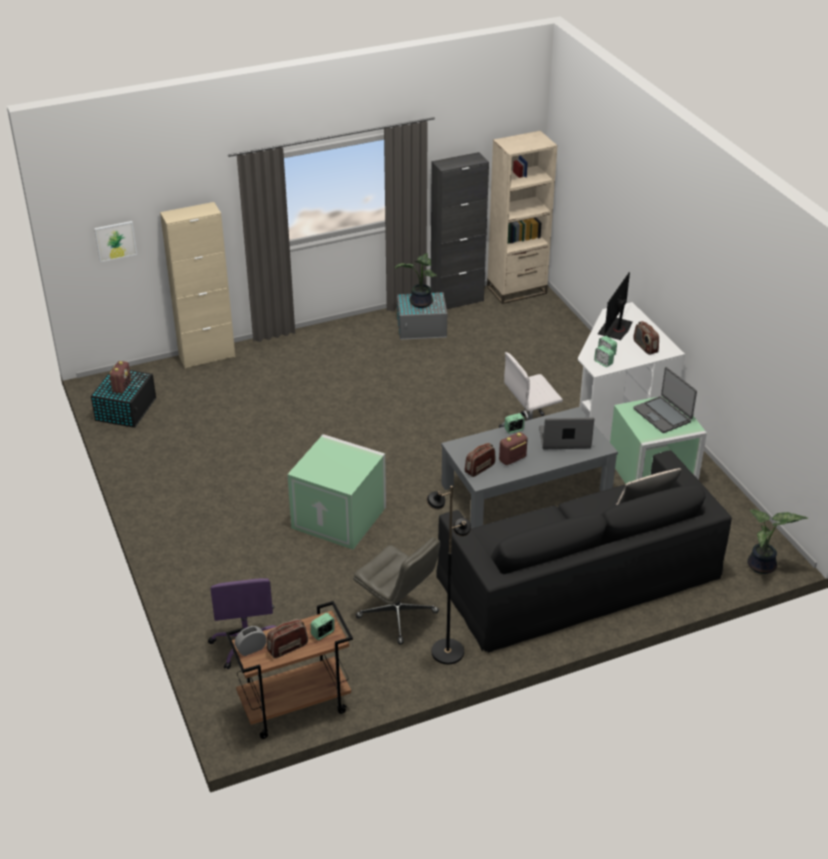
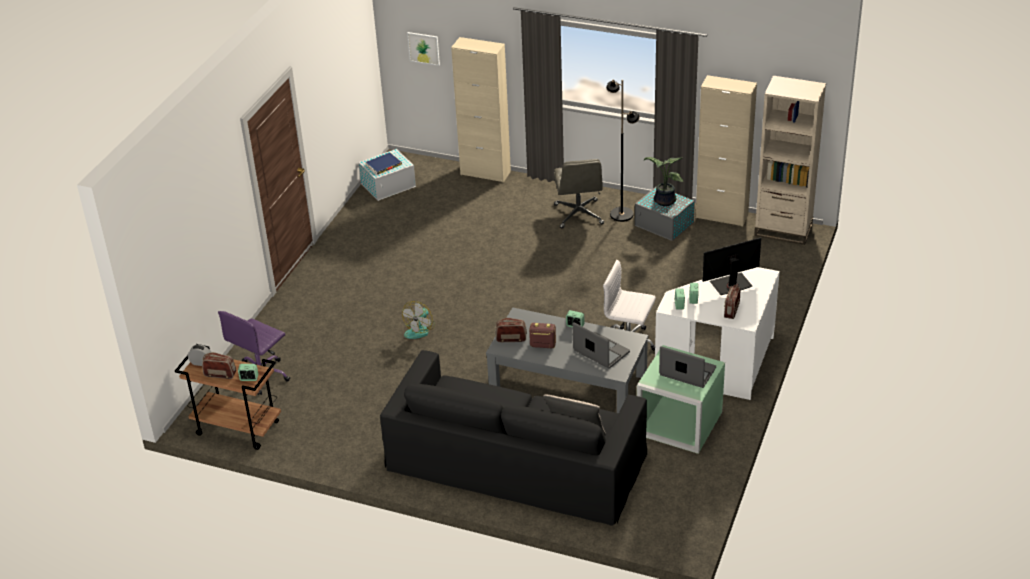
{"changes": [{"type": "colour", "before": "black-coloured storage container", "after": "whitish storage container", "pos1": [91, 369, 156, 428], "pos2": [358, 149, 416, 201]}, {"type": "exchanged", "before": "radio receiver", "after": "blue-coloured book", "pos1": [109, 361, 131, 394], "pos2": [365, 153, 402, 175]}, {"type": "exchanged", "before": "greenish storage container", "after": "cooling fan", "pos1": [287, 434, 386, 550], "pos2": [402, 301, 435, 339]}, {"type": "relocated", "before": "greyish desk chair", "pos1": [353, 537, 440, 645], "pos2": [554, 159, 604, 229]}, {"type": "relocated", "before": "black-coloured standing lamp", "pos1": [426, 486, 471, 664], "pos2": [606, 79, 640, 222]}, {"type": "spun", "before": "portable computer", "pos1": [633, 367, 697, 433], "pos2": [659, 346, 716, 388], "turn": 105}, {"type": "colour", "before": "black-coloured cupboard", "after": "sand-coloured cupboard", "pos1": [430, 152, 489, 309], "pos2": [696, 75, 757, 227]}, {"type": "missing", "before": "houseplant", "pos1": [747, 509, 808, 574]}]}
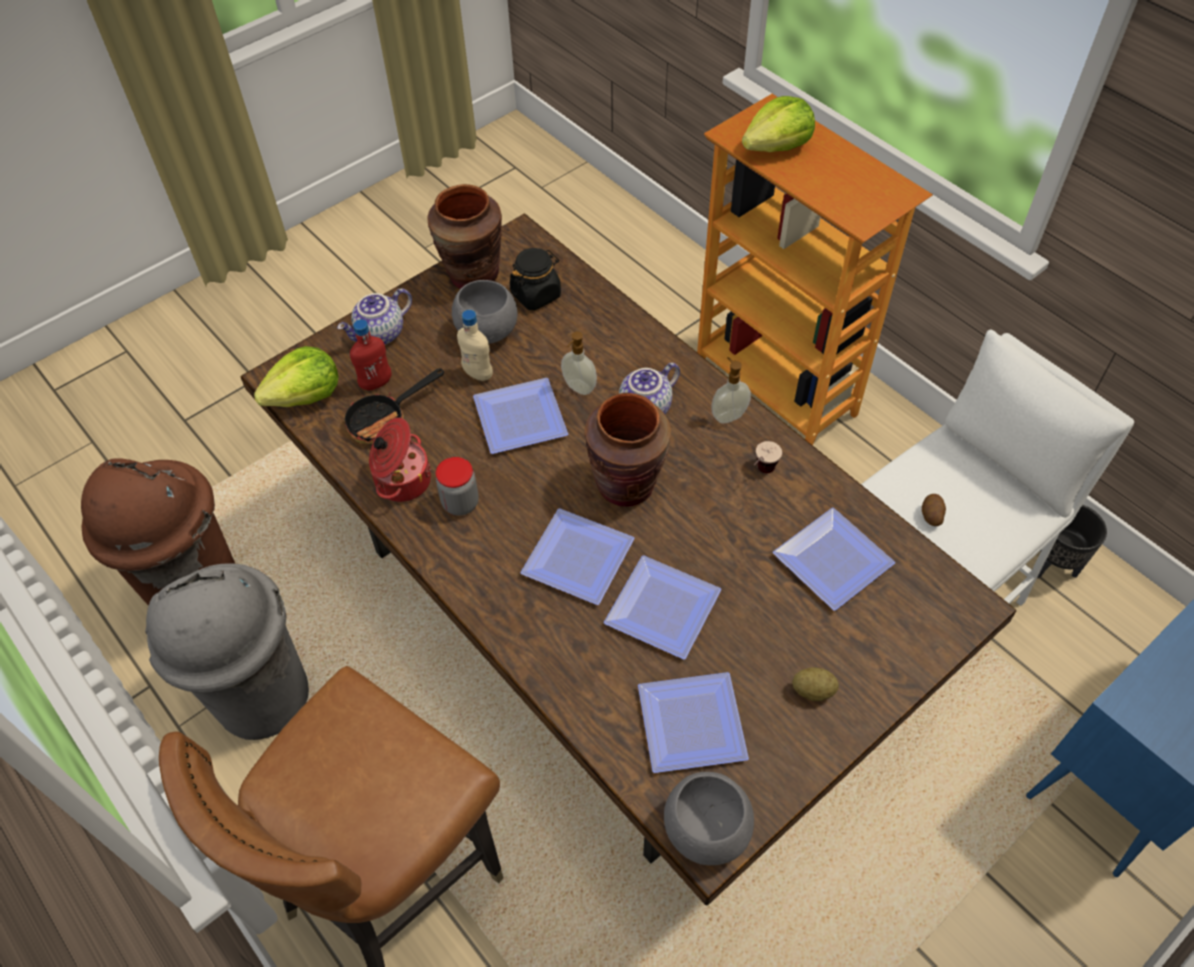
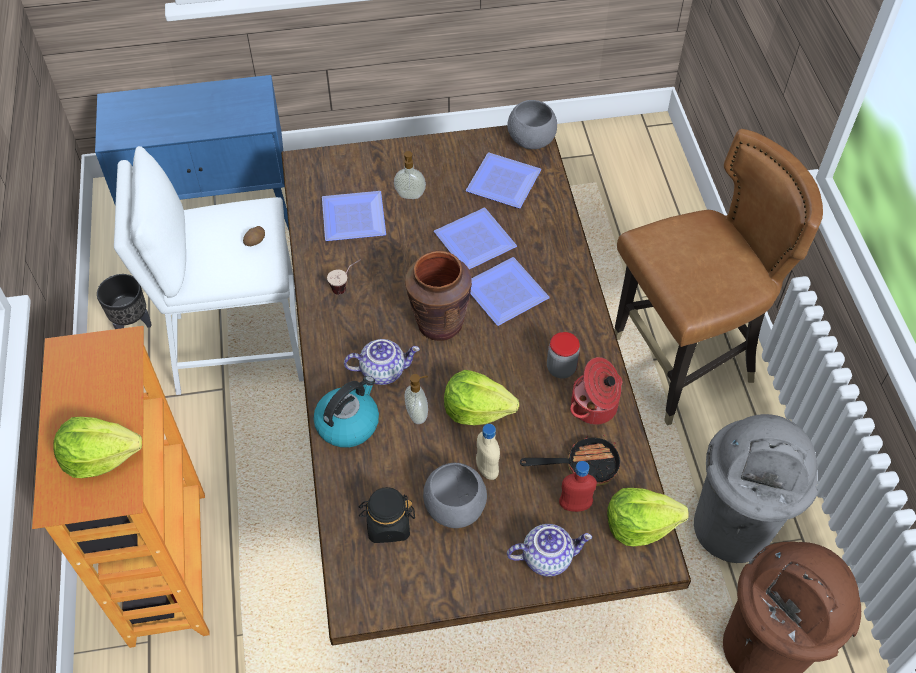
{"changes": [{"type": "appeared", "after": "tea kettle", "pos2": [314, 376, 379, 448]}, {"type": "relocated", "before": "soap bottle", "pos1": [711, 357, 751, 423], "pos2": [394, 151, 426, 199]}, {"type": "exchanged", "before": "plate", "after": "lettuce head", "pos1": [473, 378, 568, 454], "pos2": [444, 370, 519, 425]}, {"type": "missing", "before": "brown vase", "pos1": [427, 184, 502, 289]}, {"type": "missing", "before": "potato", "pos1": [792, 668, 839, 701]}]}
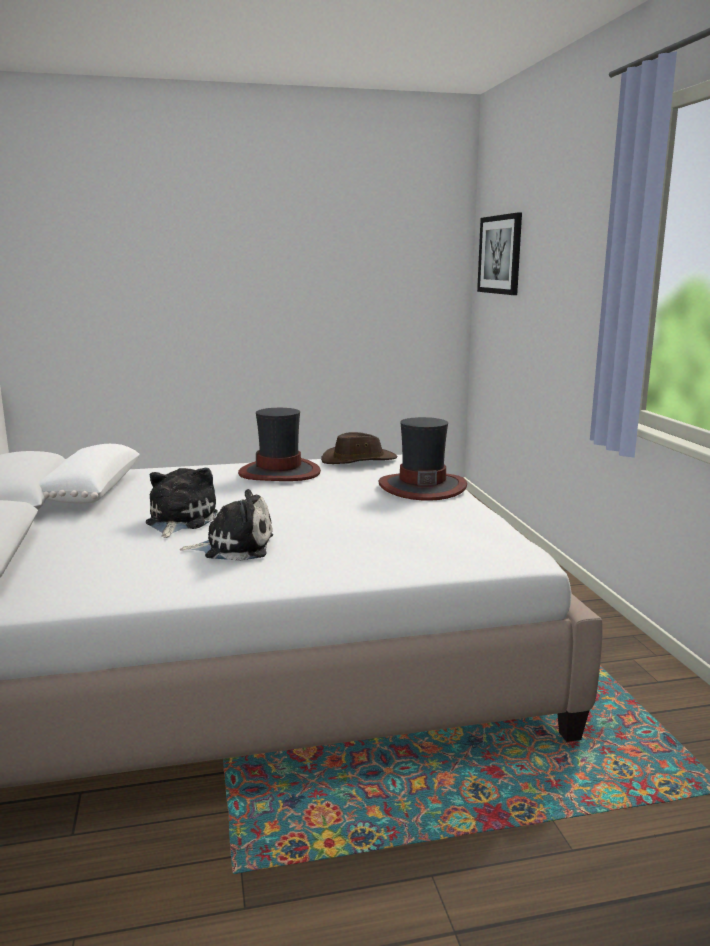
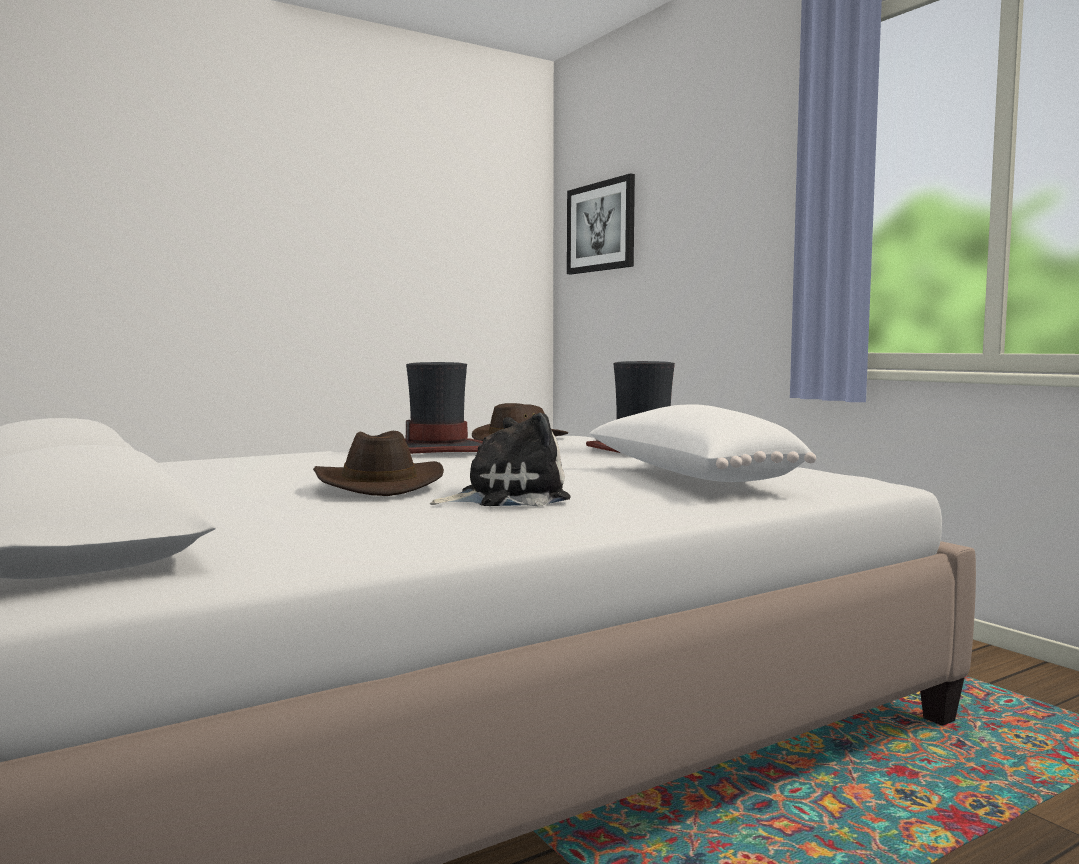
{"changes": [{"type": "exchanged", "before": "cuddly toy", "after": "brown wearable hat", "pos1": [146, 468, 218, 538], "pos2": [313, 431, 444, 496]}, {"type": "relocated", "before": "whitish pillow", "pos1": [38, 444, 140, 504], "pos2": [589, 404, 816, 482]}]}
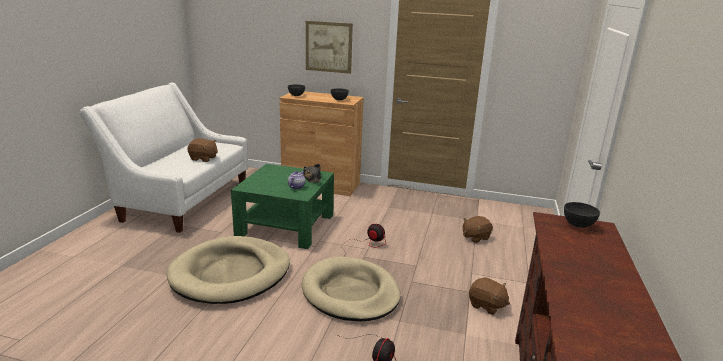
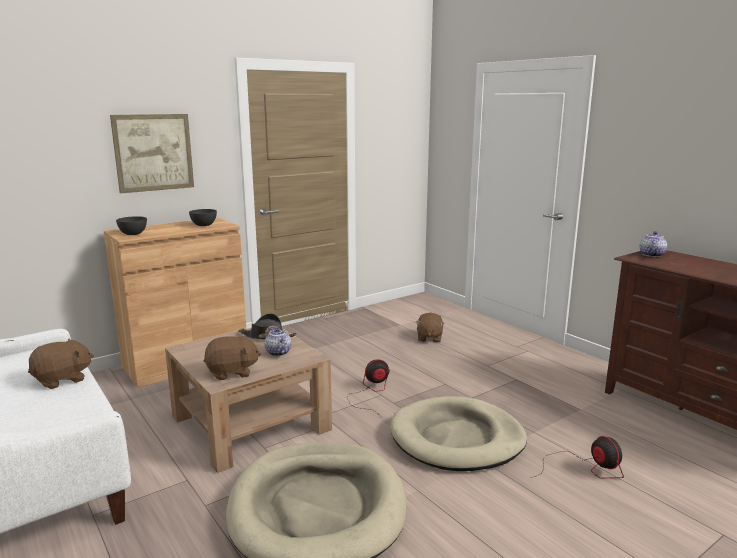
{"changes": [{"type": "colour", "before": "greenish low table", "after": "brown low table", "pos1": [231, 164, 334, 249], "pos2": [165, 327, 332, 473]}, {"type": "relocated", "before": "brown cuddly toy", "pos1": [469, 277, 510, 315], "pos2": [204, 334, 261, 380]}, {"type": "exchanged", "before": "greyish bowl", "after": "tea pot", "pos1": [564, 202, 600, 228], "pos2": [639, 231, 667, 257]}]}
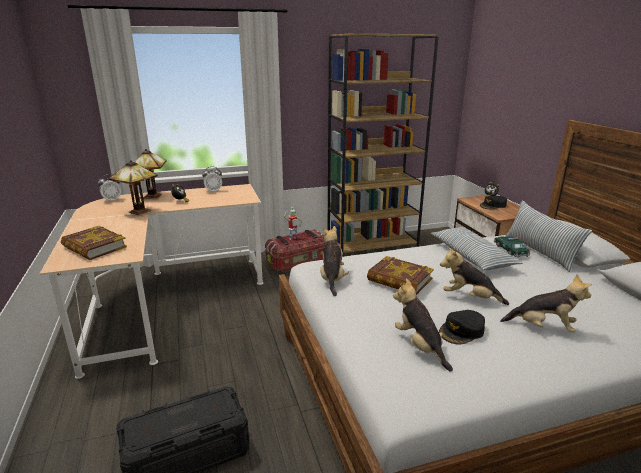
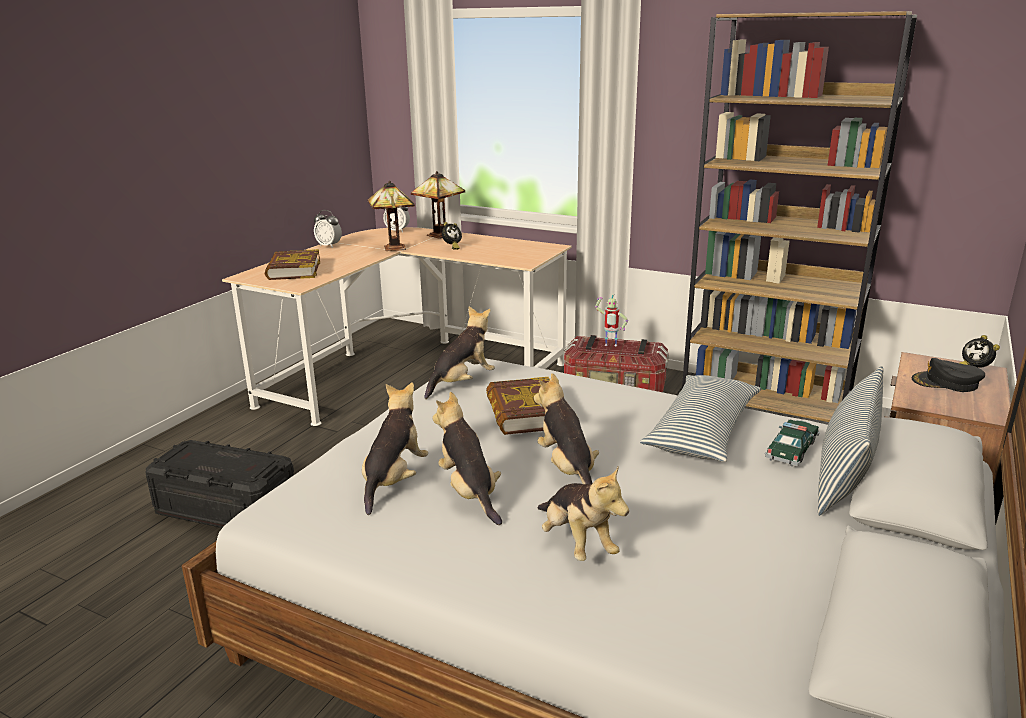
{"changes": [{"type": "relocated", "before": "bedside clock", "pos1": [202, 167, 222, 193], "pos2": [314, 210, 342, 248]}, {"type": "exchanged", "before": "black-coloured peaked cap", "after": "cuddly toy", "pos1": [439, 310, 485, 344], "pos2": [433, 392, 502, 525]}]}
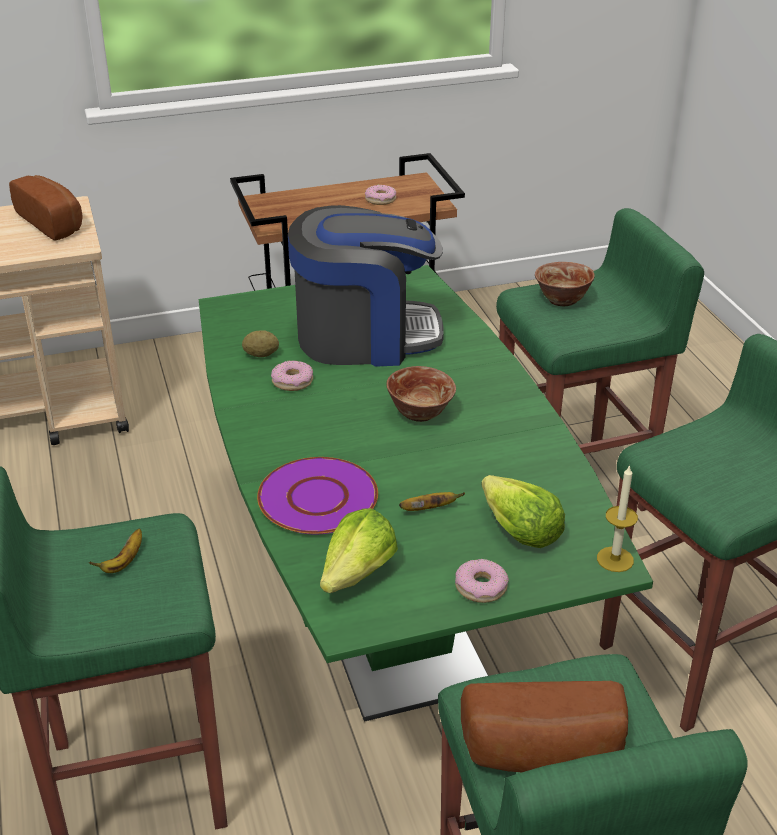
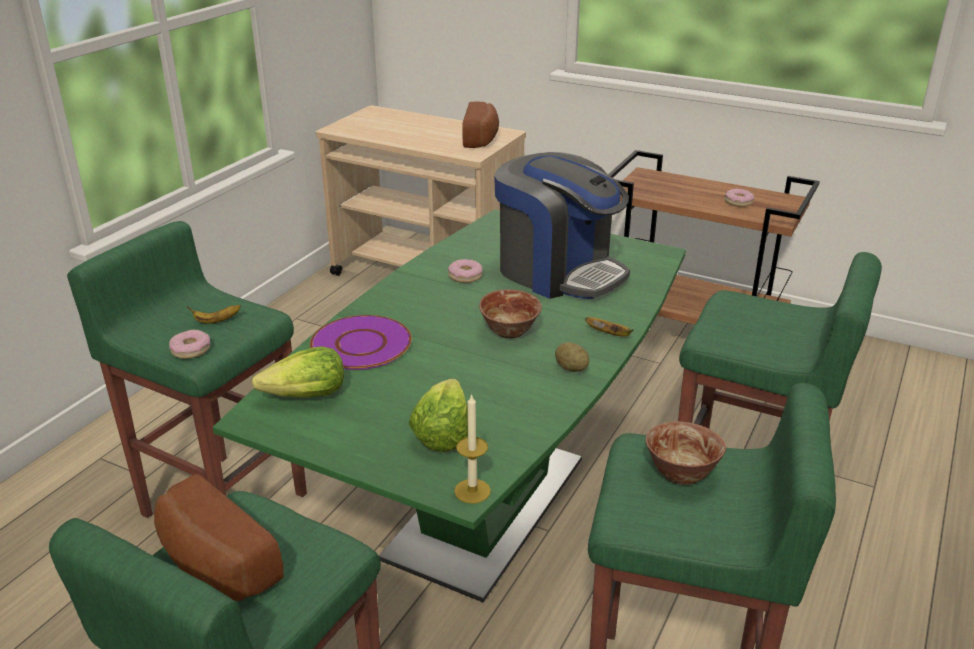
{"changes": [{"type": "relocated", "before": "doughnut", "pos1": [455, 559, 509, 603], "pos2": [169, 329, 210, 359]}, {"type": "relocated", "before": "potato", "pos1": [242, 330, 279, 357], "pos2": [555, 342, 589, 372]}, {"type": "relocated", "before": "banana", "pos1": [399, 492, 465, 511], "pos2": [585, 317, 633, 337]}, {"type": "relocated", "before": "bowl", "pos1": [535, 262, 595, 306], "pos2": [646, 421, 726, 485]}]}
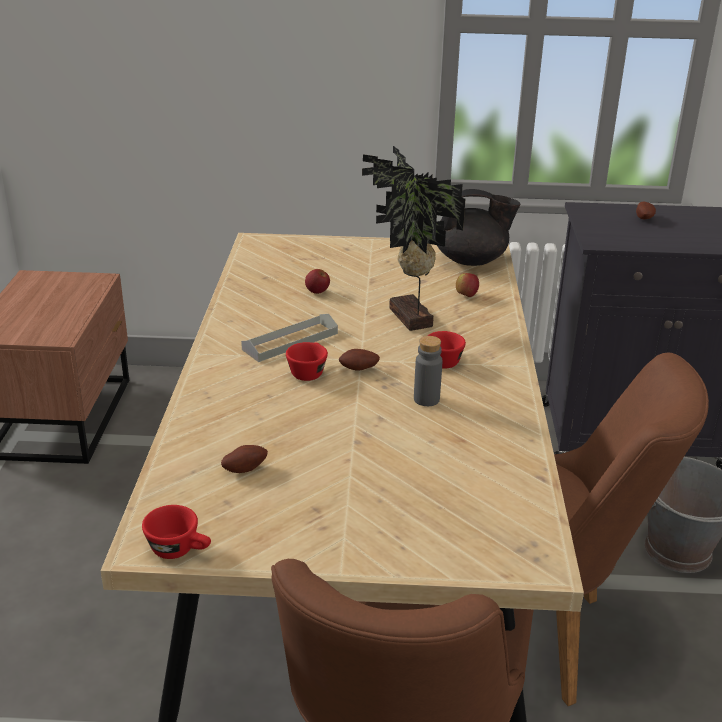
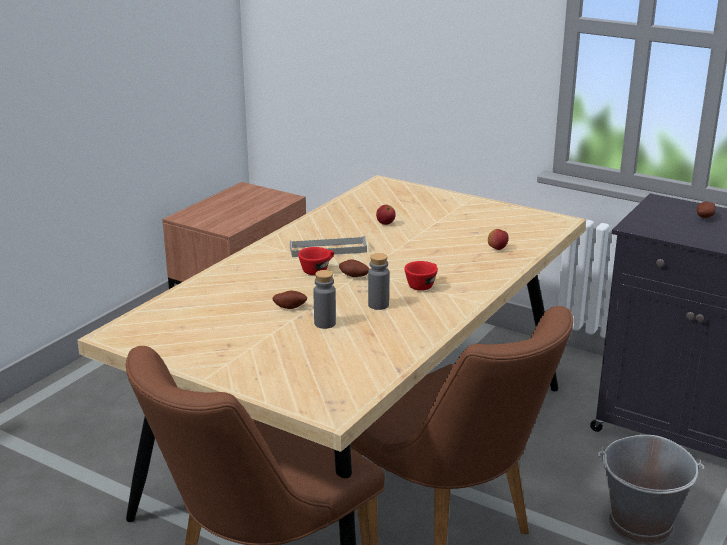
{"changes": [{"type": "relocated", "before": "potato", "pos1": [221, 445, 268, 473], "pos2": [273, 290, 307, 309]}, {"type": "appeared", "after": "greyish bottle", "pos2": [314, 270, 336, 329]}, {"type": "missing", "before": "red drinking cup", "pos1": [142, 505, 211, 559]}, {"type": "missing", "before": "houseplant", "pos1": [362, 146, 465, 331]}, {"type": "missing", "before": "black-coloured tea pot", "pos1": [437, 189, 521, 266]}]}
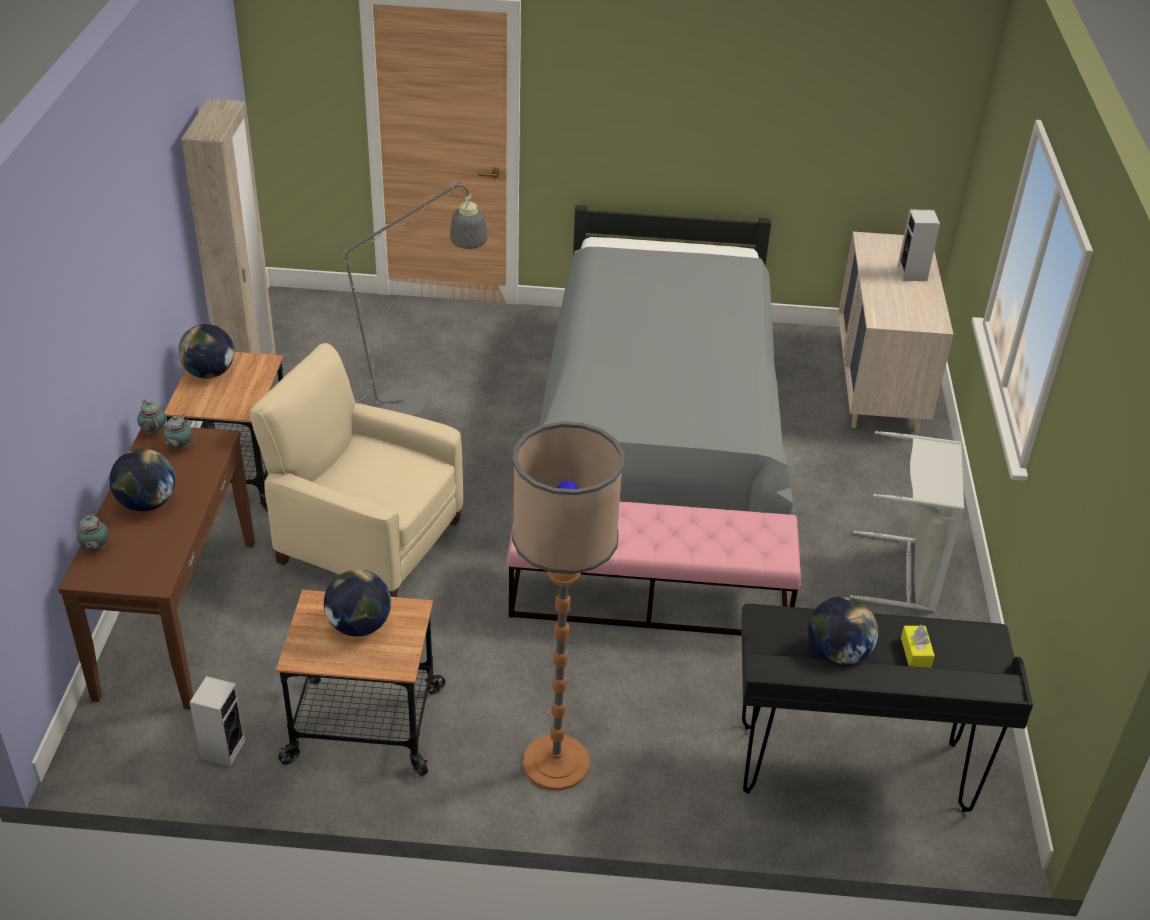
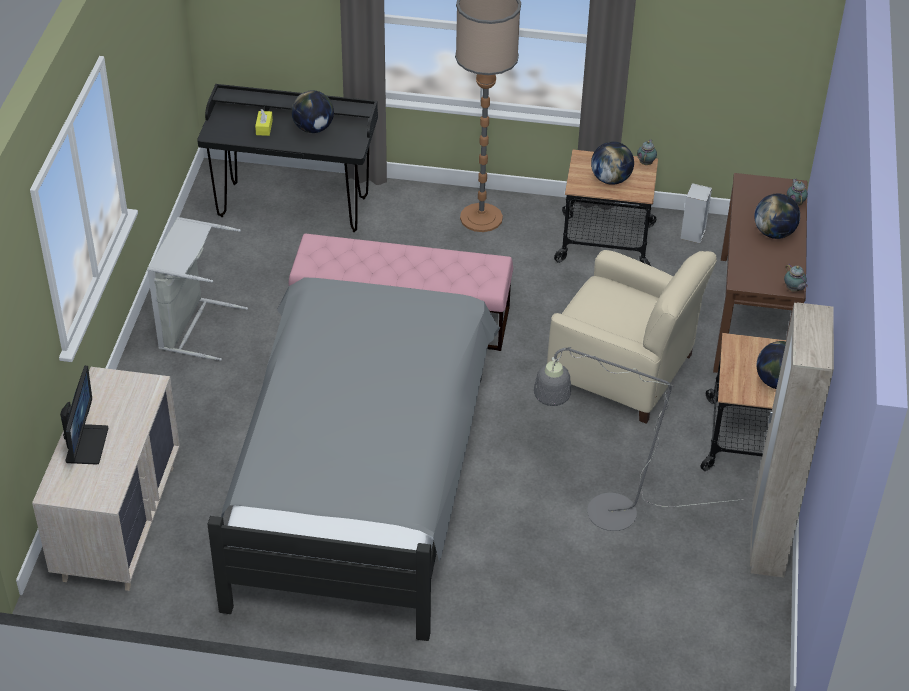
{"changes": [{"type": "exchanged", "before": "loudspeaker", "after": "computer screen", "pos1": [898, 210, 940, 281], "pos2": [60, 366, 108, 465]}, {"type": "relocated", "before": "tea pot", "pos1": [163, 414, 193, 450], "pos2": [637, 139, 657, 165]}]}
